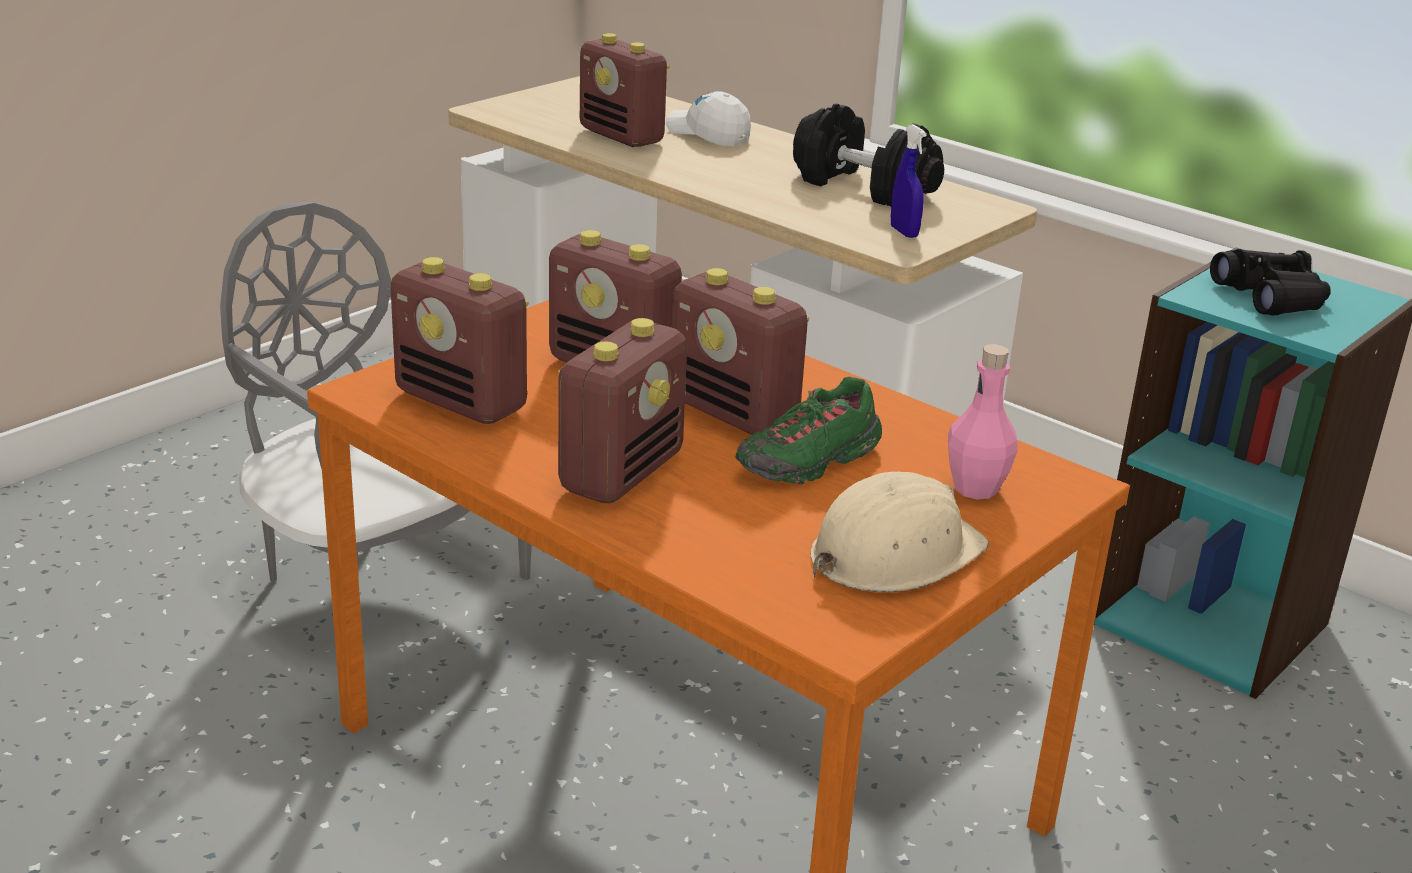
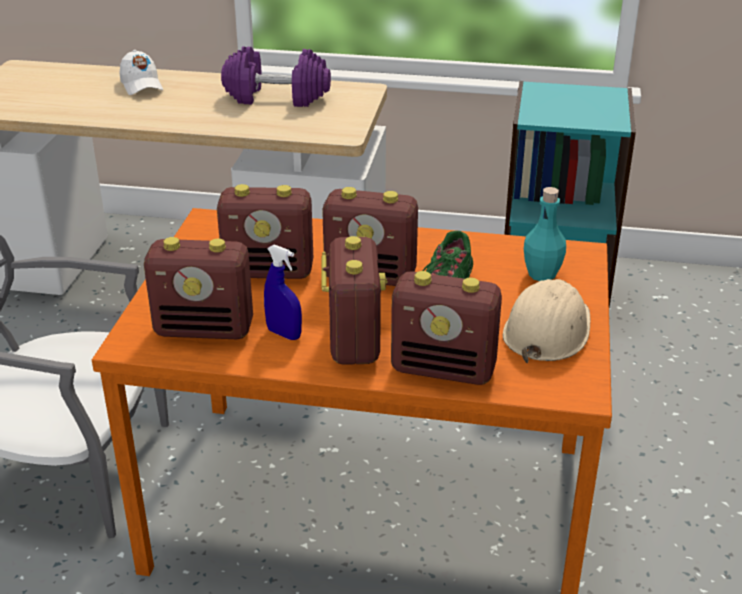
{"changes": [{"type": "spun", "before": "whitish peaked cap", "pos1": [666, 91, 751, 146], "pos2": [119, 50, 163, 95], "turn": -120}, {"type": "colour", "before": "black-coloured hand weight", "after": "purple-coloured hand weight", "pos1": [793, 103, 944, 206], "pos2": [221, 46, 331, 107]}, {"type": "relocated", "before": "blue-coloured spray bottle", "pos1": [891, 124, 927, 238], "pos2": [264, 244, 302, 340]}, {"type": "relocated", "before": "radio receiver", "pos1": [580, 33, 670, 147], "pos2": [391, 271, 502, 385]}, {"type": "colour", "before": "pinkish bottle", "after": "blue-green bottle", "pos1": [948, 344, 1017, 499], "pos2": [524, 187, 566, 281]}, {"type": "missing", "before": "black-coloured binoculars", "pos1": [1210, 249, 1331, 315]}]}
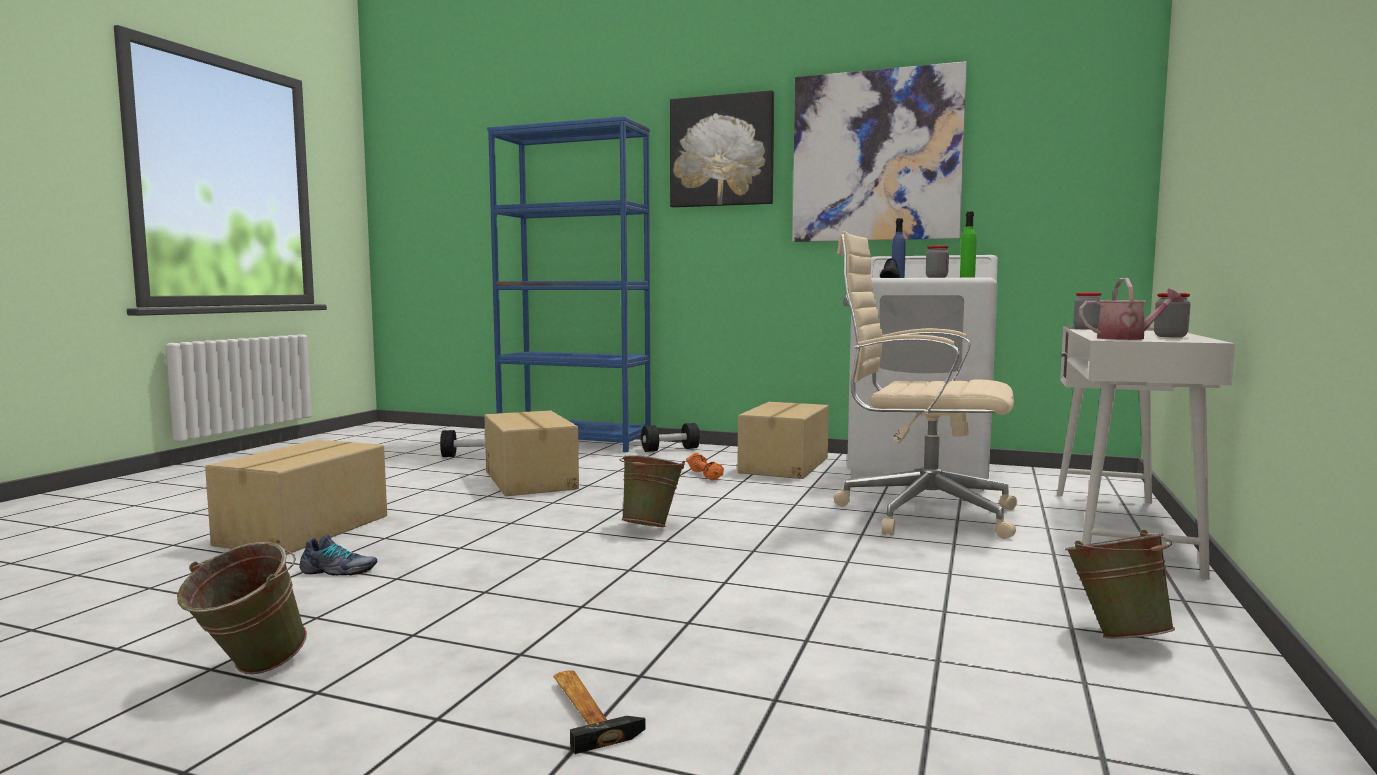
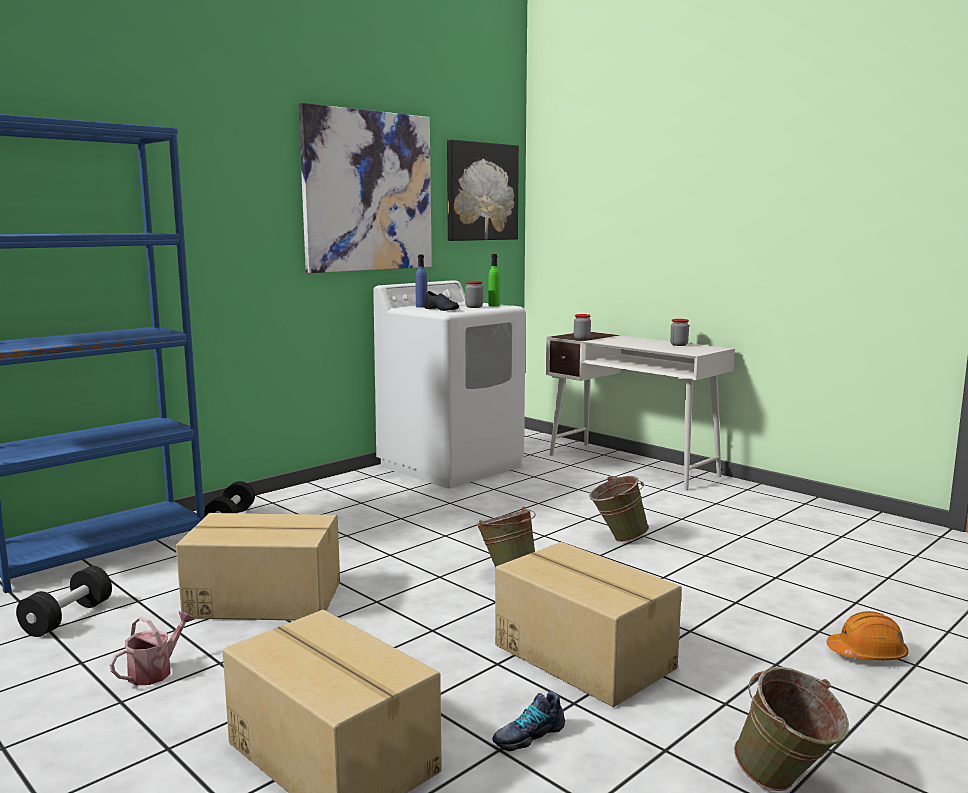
{"changes": [{"type": "relocated", "before": "watering can", "pos1": [1079, 278, 1184, 340], "pos2": [110, 611, 195, 685]}, {"type": "relocated", "before": "picture", "pos1": [670, 90, 774, 208], "pos2": [447, 140, 519, 241]}, {"type": "spun", "before": "item of footwear", "pos1": [299, 535, 377, 576], "pos2": [492, 691, 565, 751], "turn": -150}, {"type": "relocated", "before": "carton", "pos1": [737, 402, 829, 479], "pos2": [495, 542, 682, 707]}, {"type": "relocated", "before": "greenish pail", "pos1": [1065, 530, 1175, 639], "pos2": [589, 476, 649, 542]}, {"type": "exchanged", "before": "hammer", "after": "orange safety helmet", "pos1": [553, 670, 645, 754], "pos2": [827, 611, 909, 660]}, {"type": "missing", "before": "orange hand weight", "pos1": [686, 453, 724, 480]}, {"type": "missing", "before": "sand-coloured desk chair", "pos1": [834, 231, 1017, 539]}]}
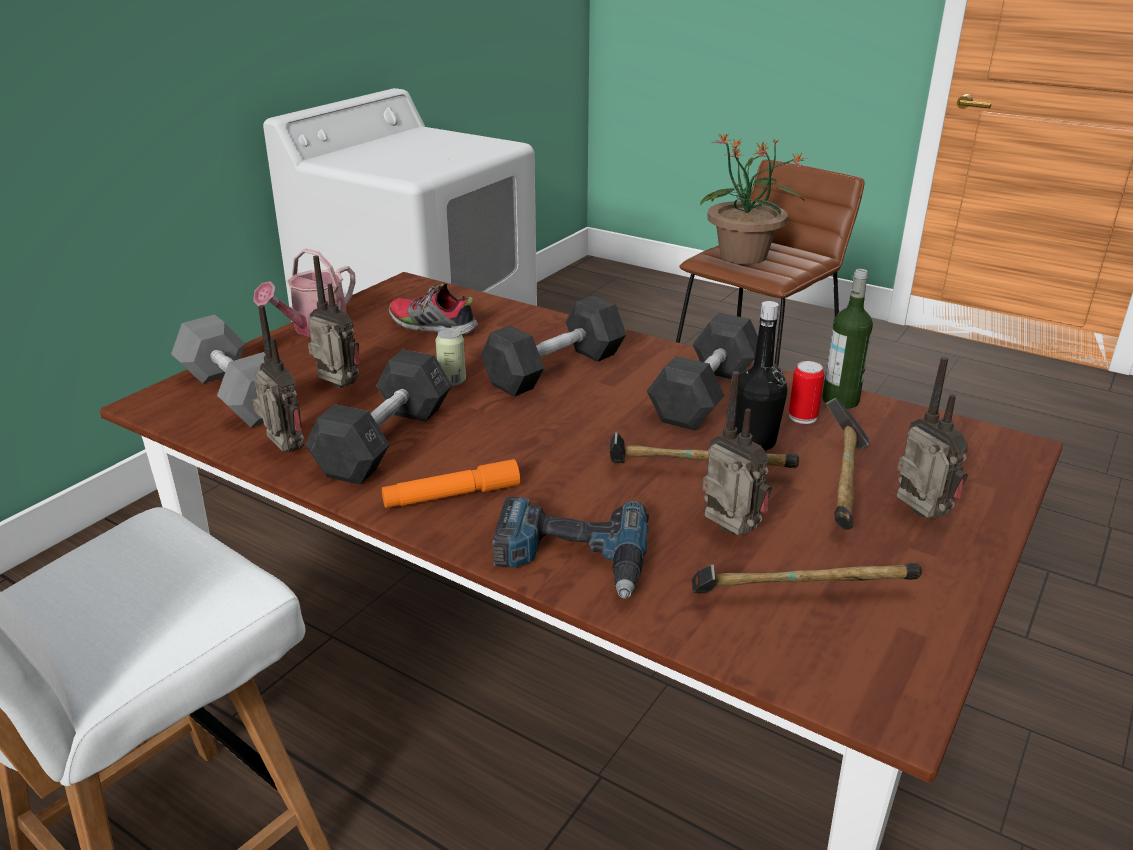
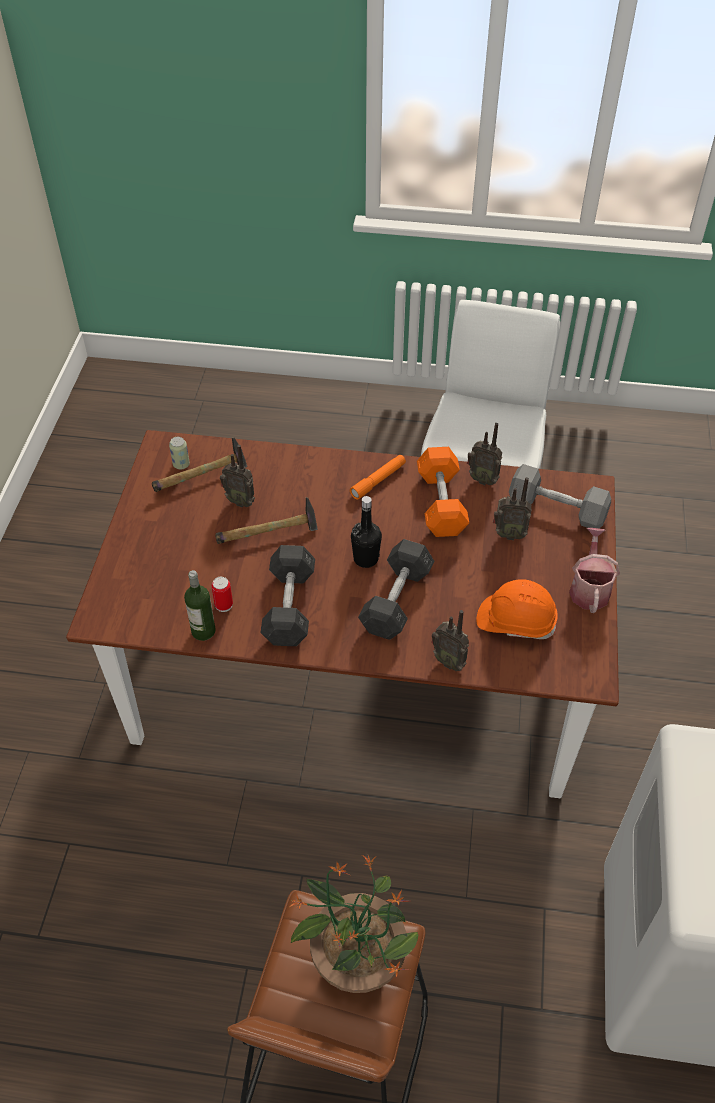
{"changes": [{"type": "relocated", "before": "sealed can", "pos1": [435, 328, 466, 386], "pos2": [169, 437, 190, 469]}, {"type": "relocated", "before": "black-coloured bottle", "pos1": [735, 301, 788, 451], "pos2": [351, 496, 382, 568]}, {"type": "colour", "before": "greyish hand weight", "after": "orange hand weight", "pos1": [305, 349, 452, 485], "pos2": [417, 447, 469, 537]}, {"type": "relocated", "before": "radio receiver", "pos1": [896, 357, 968, 519], "pos2": [431, 610, 469, 671]}, {"type": "exchanged", "before": "item of footwear", "after": "orange safety helmet", "pos1": [389, 283, 478, 335], "pos2": [476, 579, 558, 639]}, {"type": "missing", "before": "electric drill", "pos1": [492, 497, 649, 599]}, {"type": "missing", "before": "hammer", "pos1": [826, 398, 869, 530]}]}
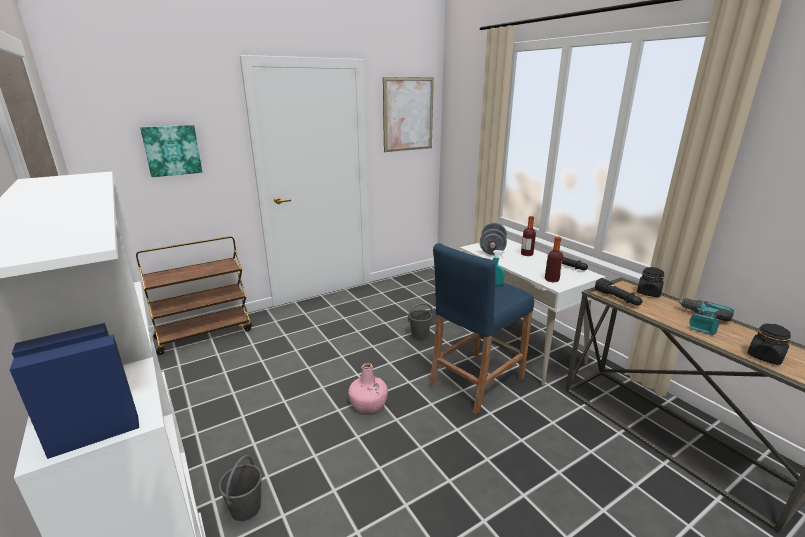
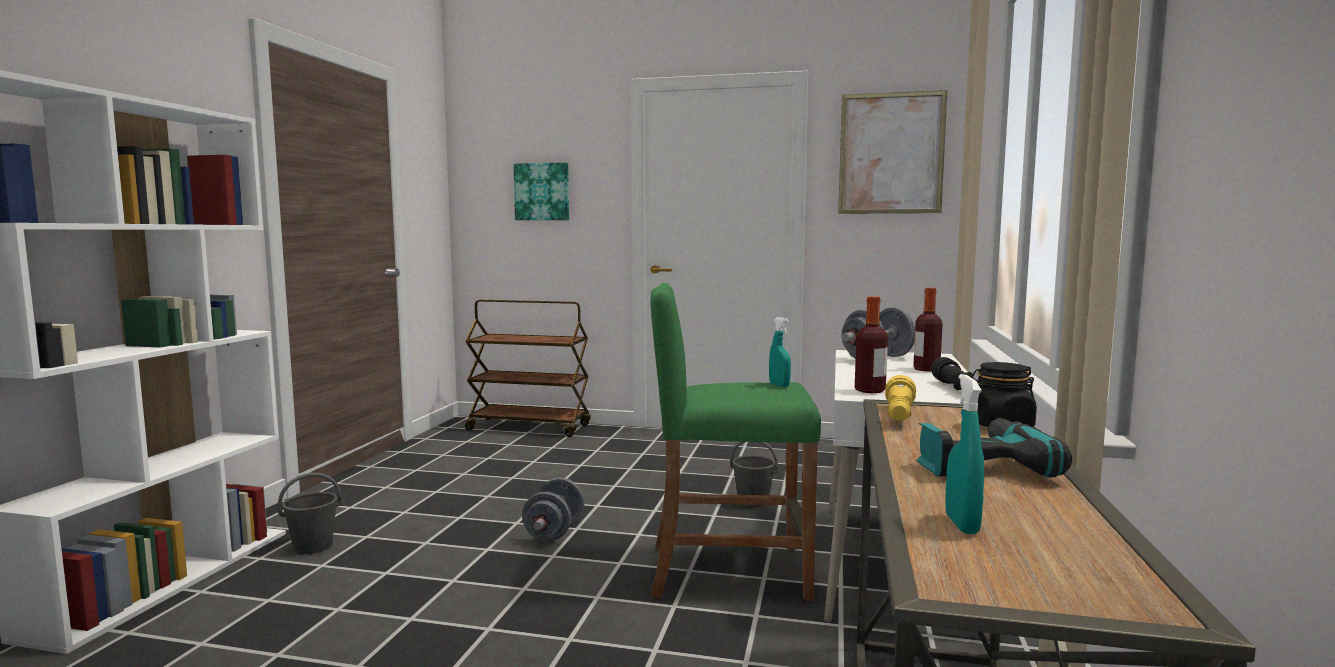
{"changes": [{"type": "exchanged", "before": "pinkish bottle", "after": "greyish hand weight", "pos1": [348, 363, 388, 413], "pos2": [522, 478, 584, 542]}, {"type": "colour", "before": "blue-coloured sitting stool", "after": "greenish sitting stool", "pos1": [429, 243, 534, 415], "pos2": [651, 283, 821, 601]}, {"type": "colour", "before": "black-coloured torch", "after": "yellowish torch", "pos1": [595, 278, 642, 306], "pos2": [885, 375, 916, 421]}, {"type": "exchanged", "before": "black-coloured preserve jar", "after": "blue-green spray bottle", "pos1": [747, 324, 791, 365], "pos2": [945, 374, 984, 534]}]}
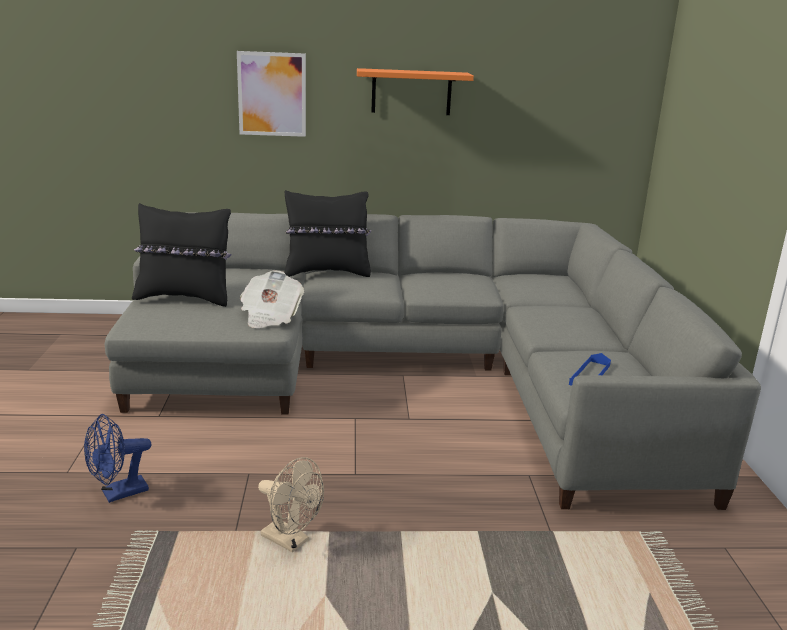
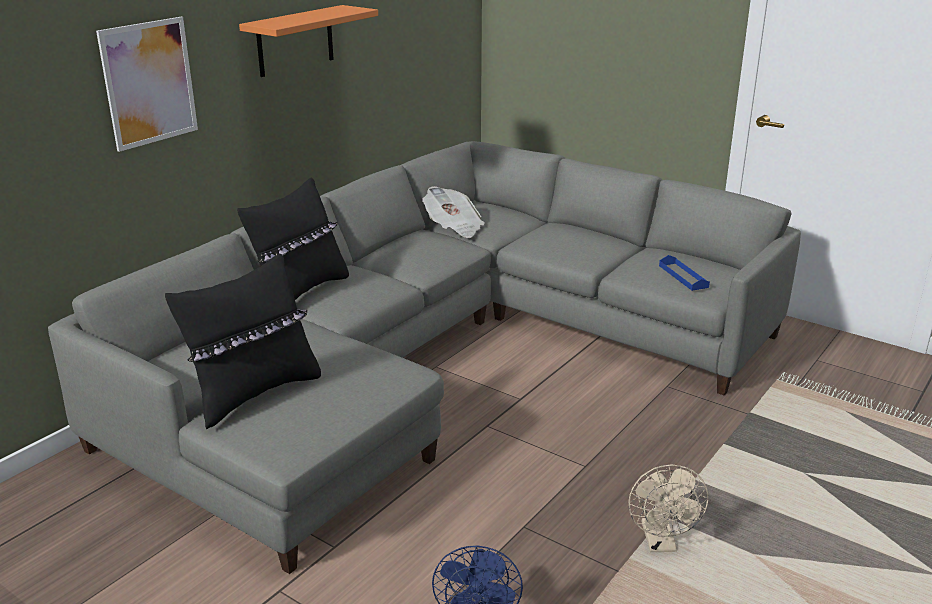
{"changes": [{"type": "relocated", "before": "newspaper", "pos1": [240, 270, 304, 328], "pos2": [422, 186, 484, 238]}, {"type": "spun", "before": "sand-coloured cooling fan", "pos1": [258, 457, 324, 552], "pos2": [628, 464, 709, 552], "turn": 105}]}
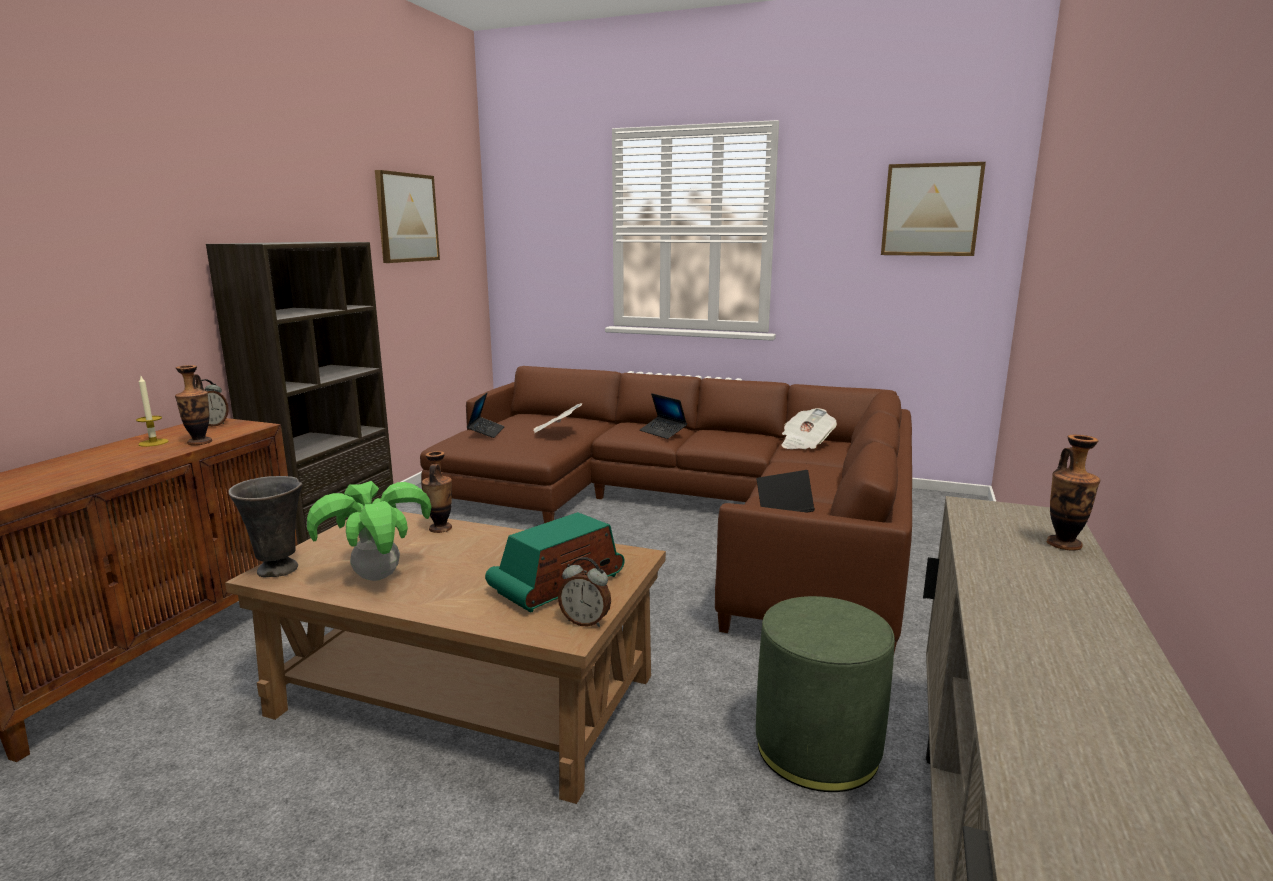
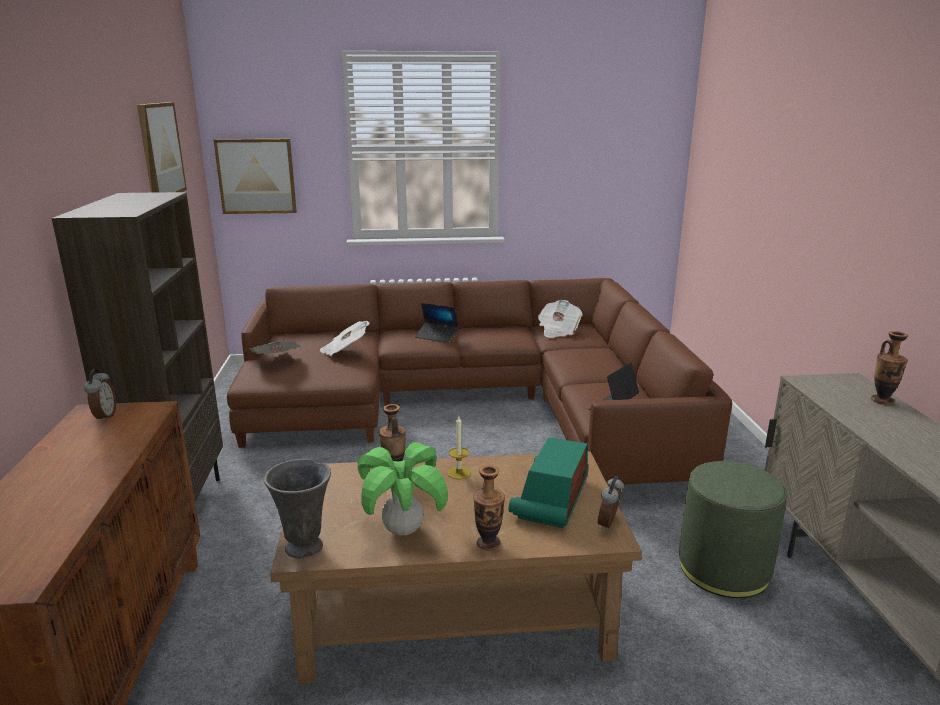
{"changes": [{"type": "relocated", "before": "picture", "pos1": [881, 162, 986, 256], "pos2": [214, 139, 297, 214]}, {"type": "exchanged", "before": "portable computer", "after": "newspaper", "pos1": [467, 393, 505, 438], "pos2": [249, 341, 300, 354]}, {"type": "relocated", "before": "wax light", "pos1": [136, 376, 169, 447], "pos2": [447, 416, 471, 480]}, {"type": "relocated", "before": "vase", "pos1": [175, 365, 212, 445], "pos2": [473, 465, 505, 551]}, {"type": "spun", "before": "bedside clock", "pos1": [558, 557, 611, 627], "pos2": [598, 476, 624, 530], "turn": 120}]}
